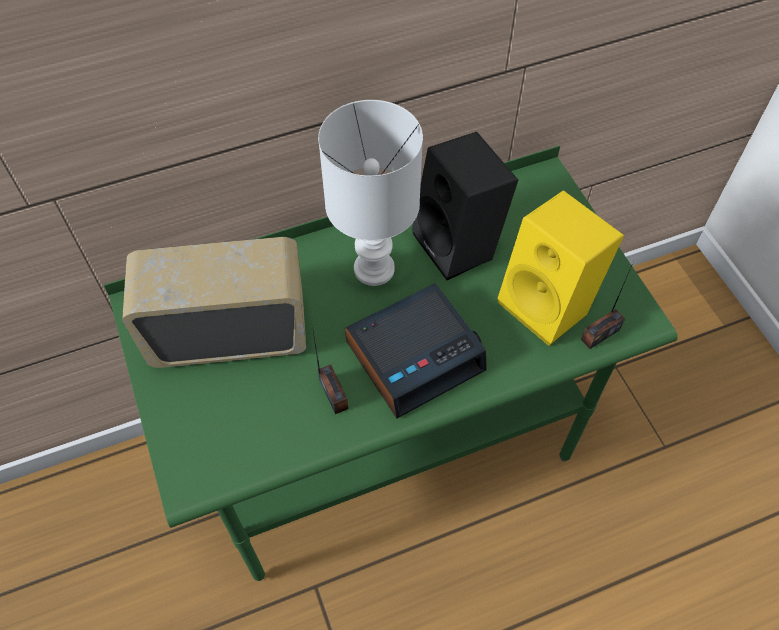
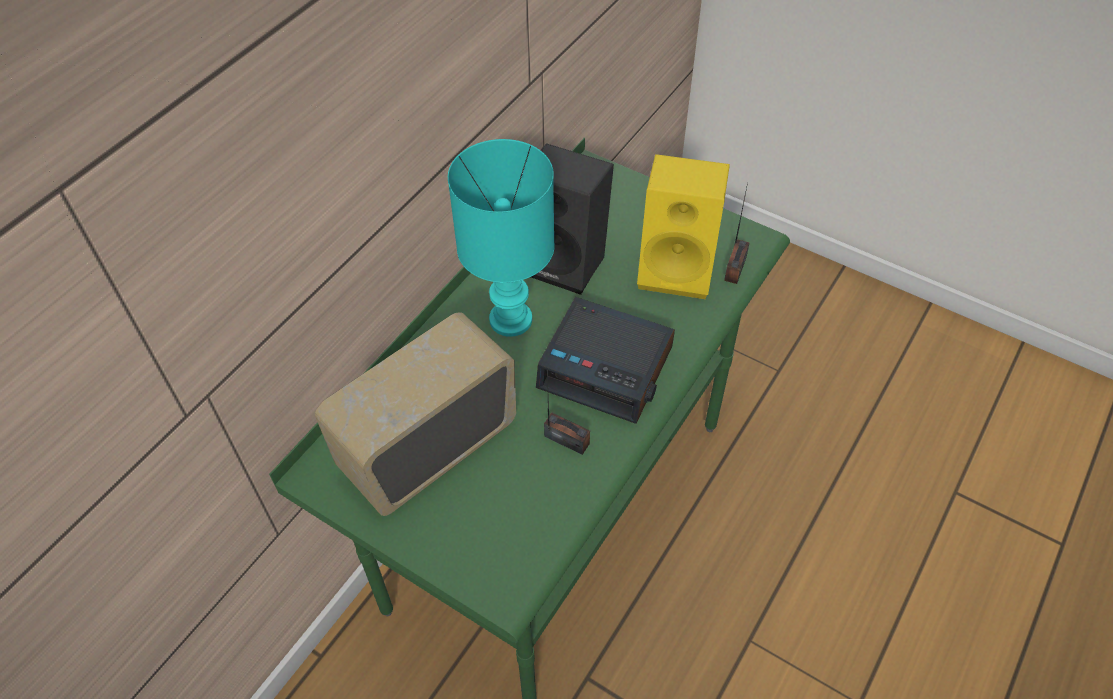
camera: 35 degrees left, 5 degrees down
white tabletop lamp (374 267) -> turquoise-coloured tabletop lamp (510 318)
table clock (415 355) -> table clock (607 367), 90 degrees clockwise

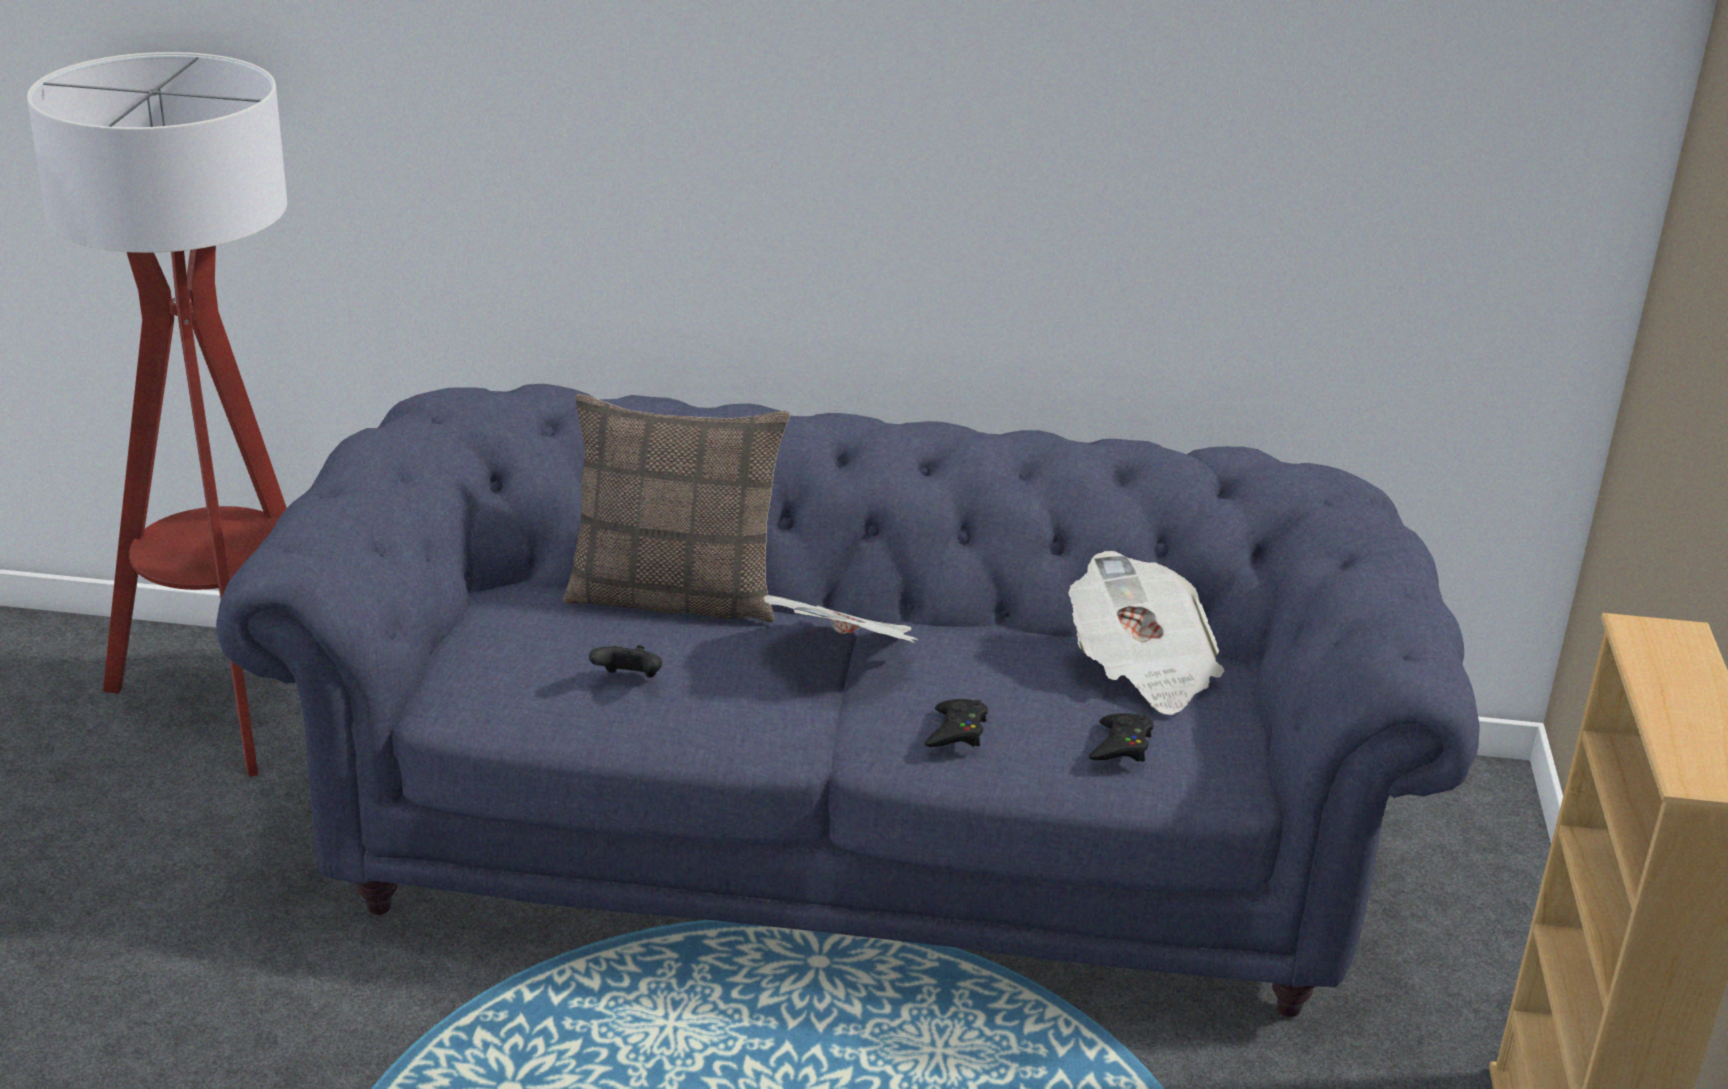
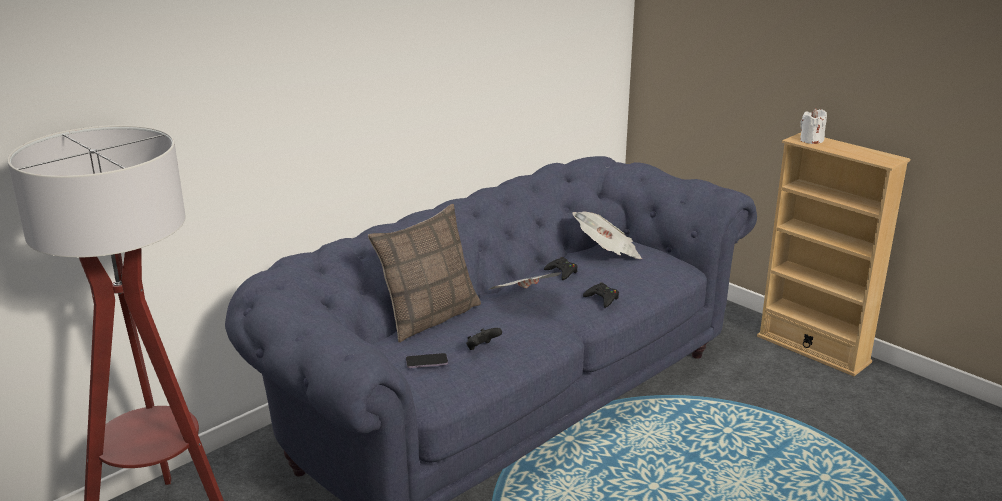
camera: 50 degrees left, 5 degrees down
black-coloured gamepad (1121 745) -> black-coloured gamepad (562 272), moved
none -> white wax candle (811 140)
none -> phone (427 362)

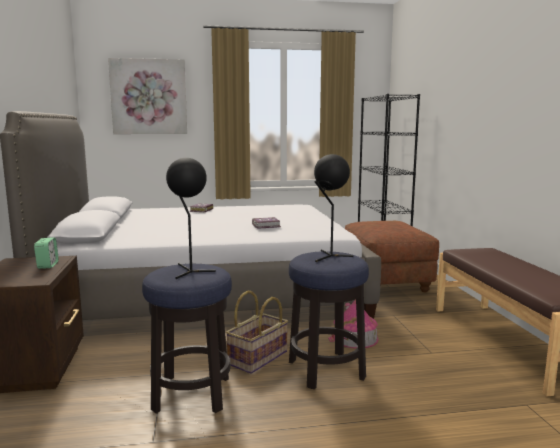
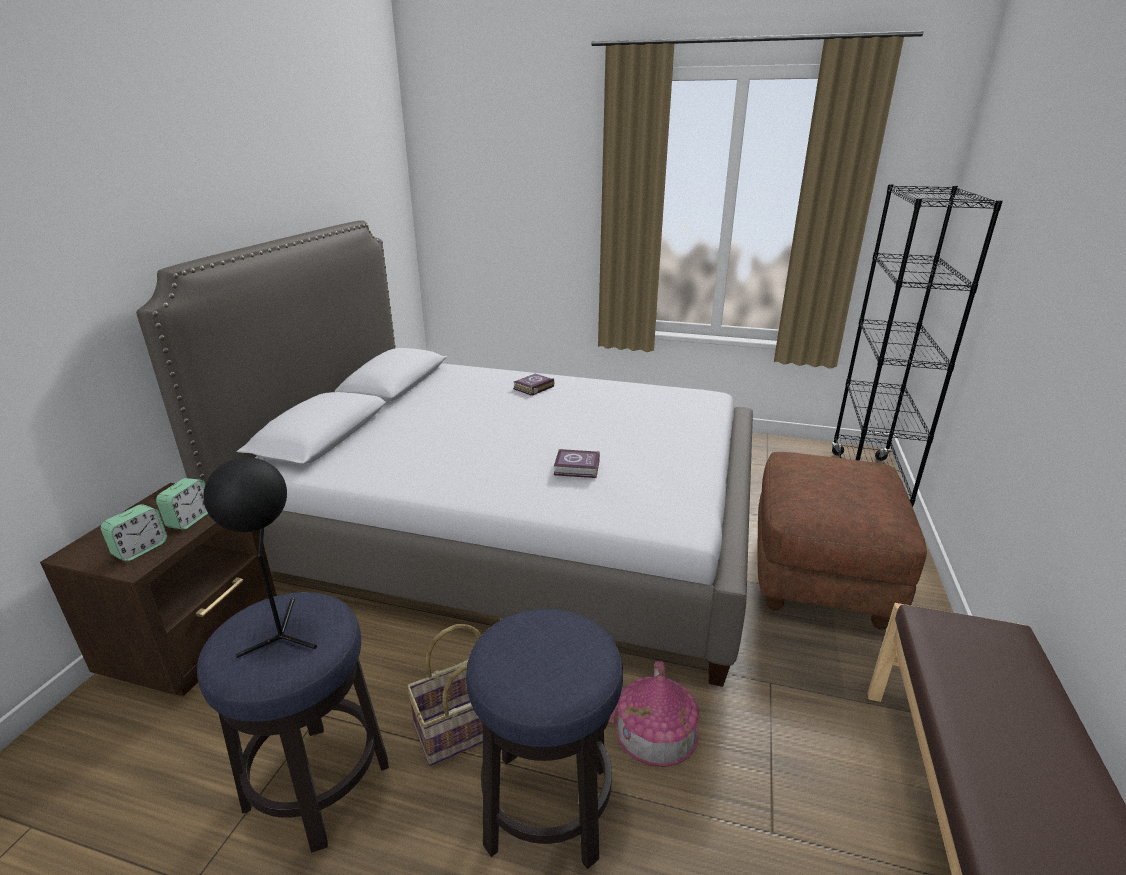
camera: 25 degrees right, 15 degrees up
picture (149 97) -> none
black-coloured tabletop lamp (329 257) -> none
none -> table clock (141 549)

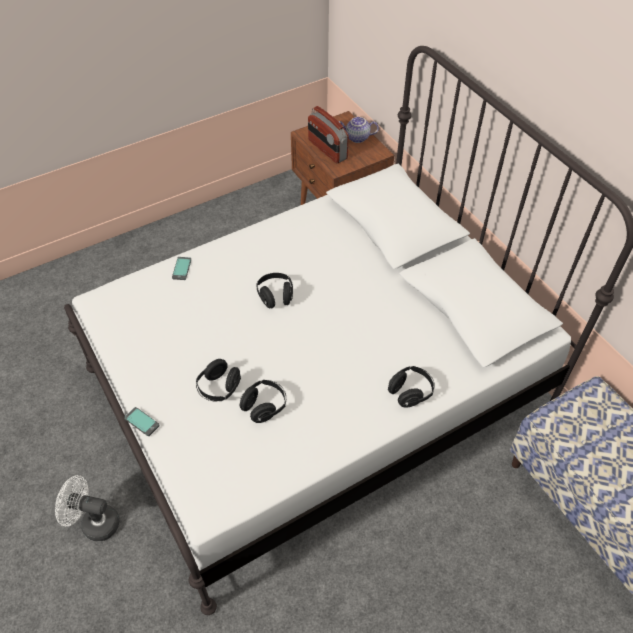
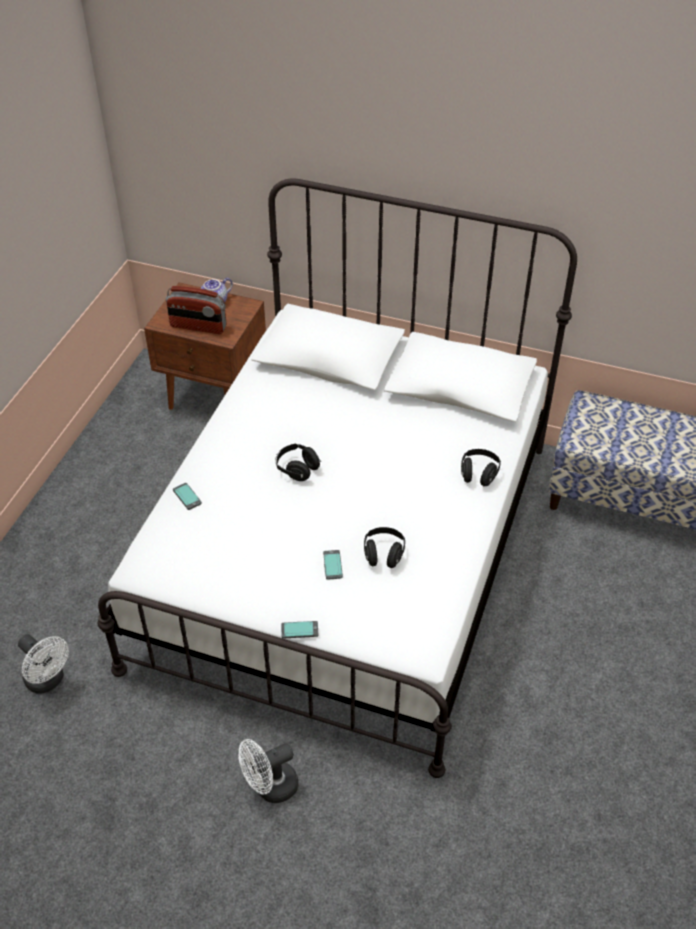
camera: 40 degrees left, 5 degrees down
black-coloured headset (219 388) -> phone (332 565)
none -> white cooling fan (48 681)

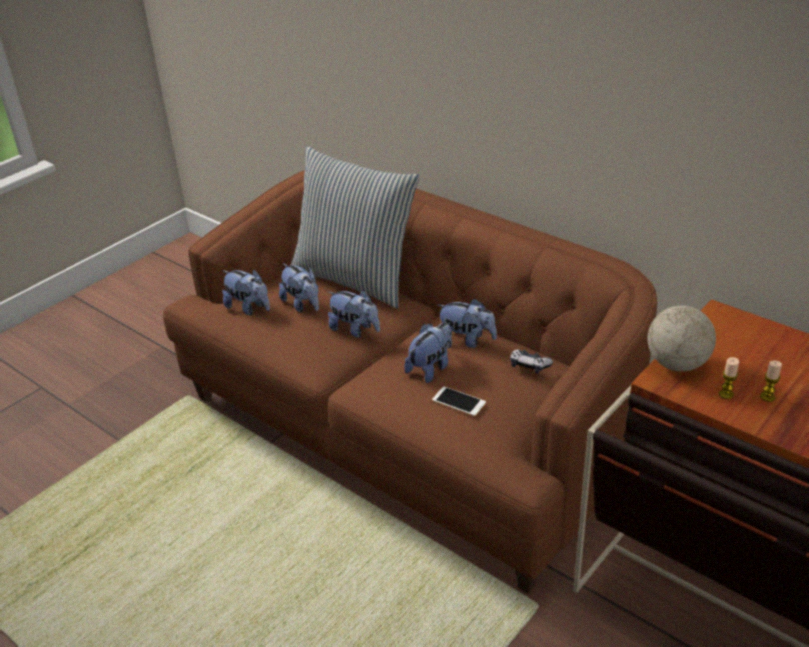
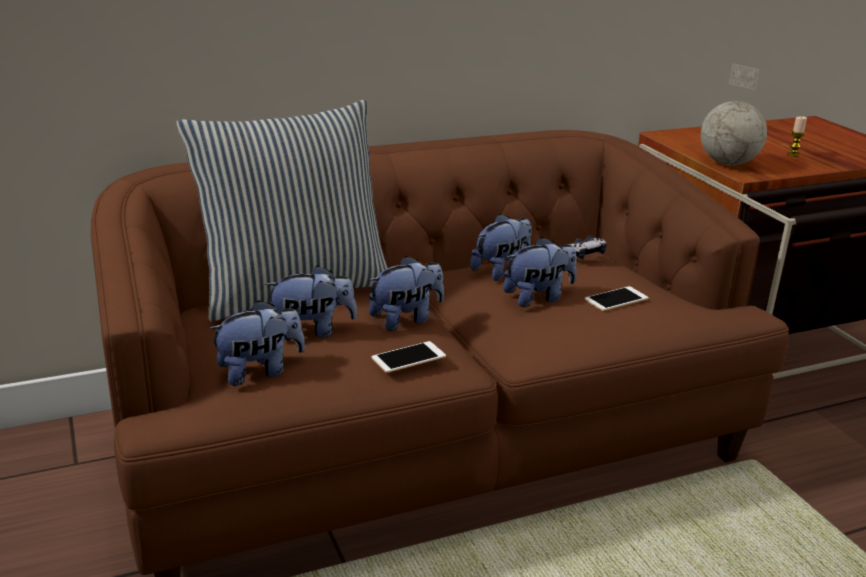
camera: 65 degrees left, 10 degrees down
plush toy (431 368) -> plush toy (538 297), 90 degrees clockwise
wax candle (726 394) -> none
none -> phone (408 357)

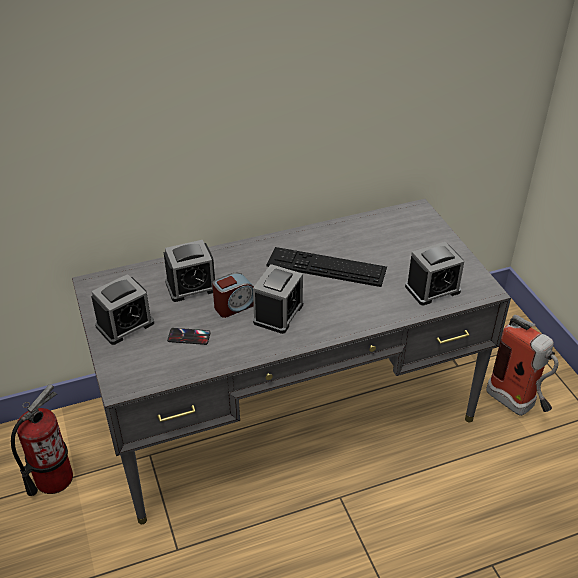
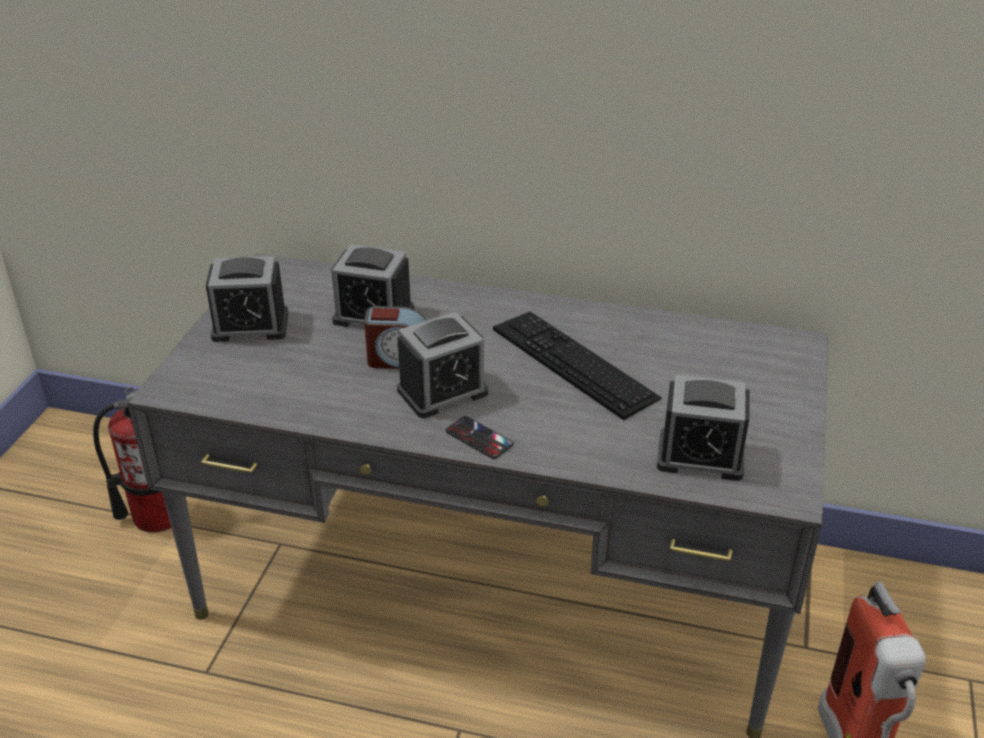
camera: 35 degrees right, 5 degrees down
phone (189 337) -> phone (479 438), moved

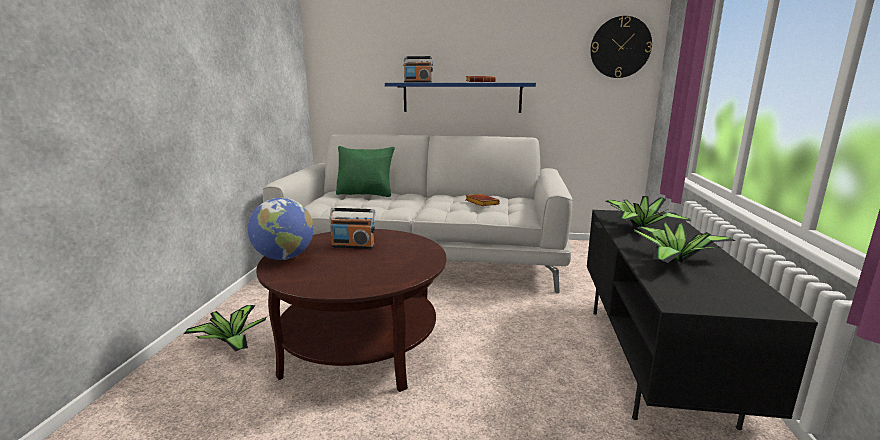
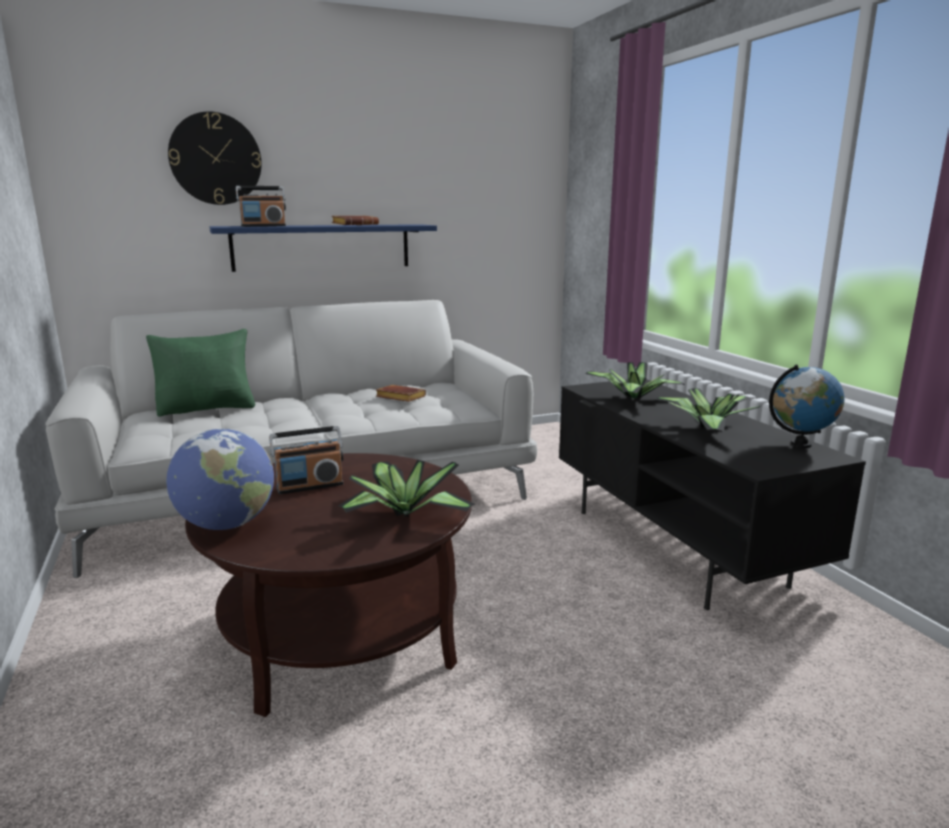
camera: 30 degrees left, 0 degrees up
hanging clock (620 47) -> hanging clock (215 159), moved
potted plant (230 341) -> potted plant (403 515), moved
none -> world globe (801 444)

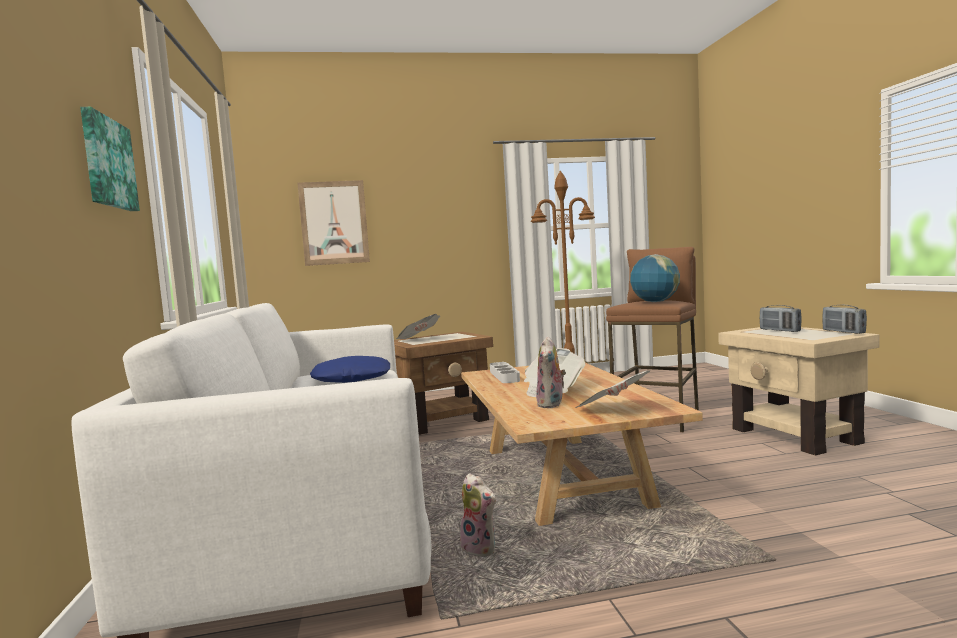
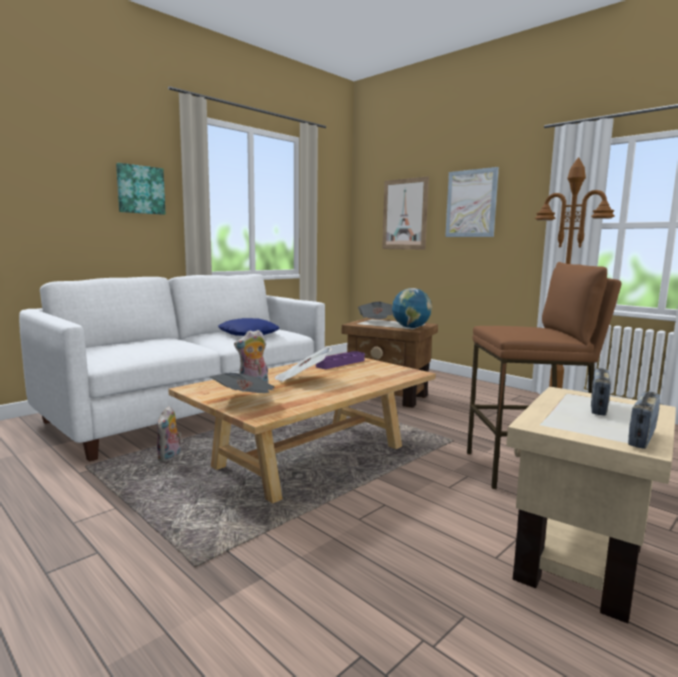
camera: 55 degrees right, 5 degrees up
world globe (655 302) -> world globe (411 327), moved
gray carrying tray (504 376) -> purplish carrying tray (340 363)
none -> picture (471 203)

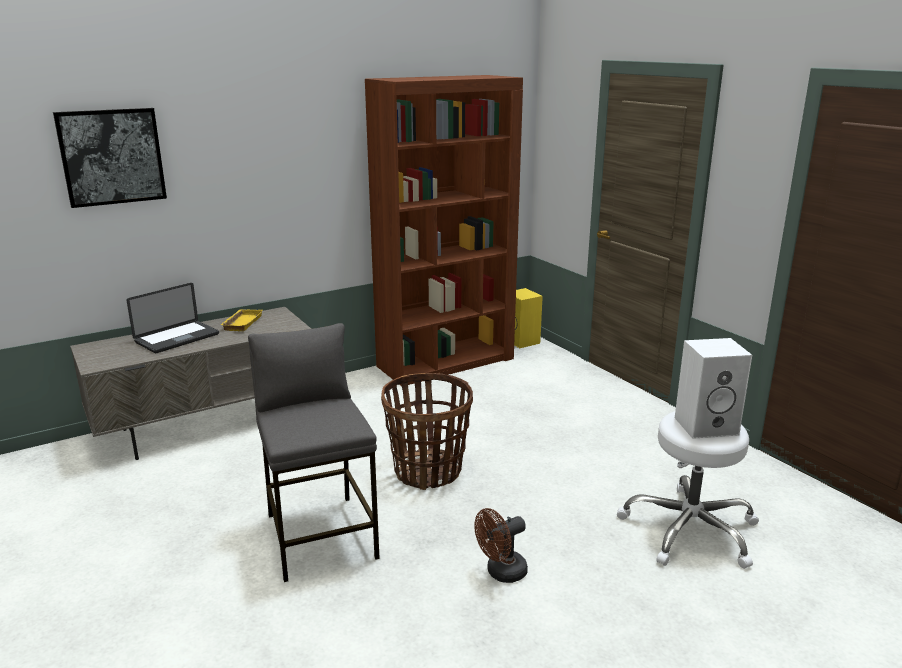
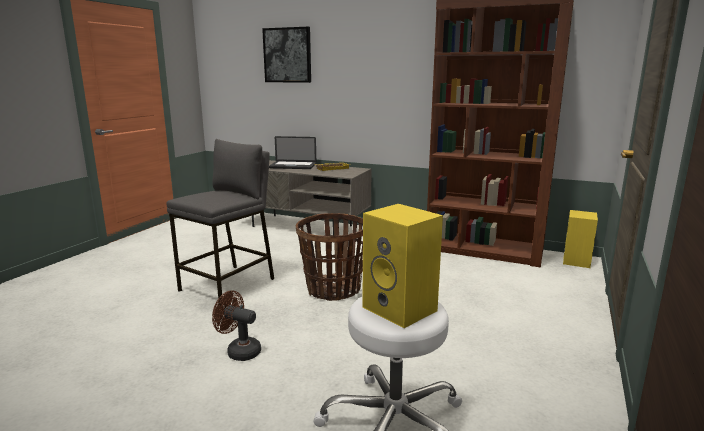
camera: 55 degrees right, 5 degrees down
white audio speaker (707 425) -> yellowish audio speaker (401 309)

